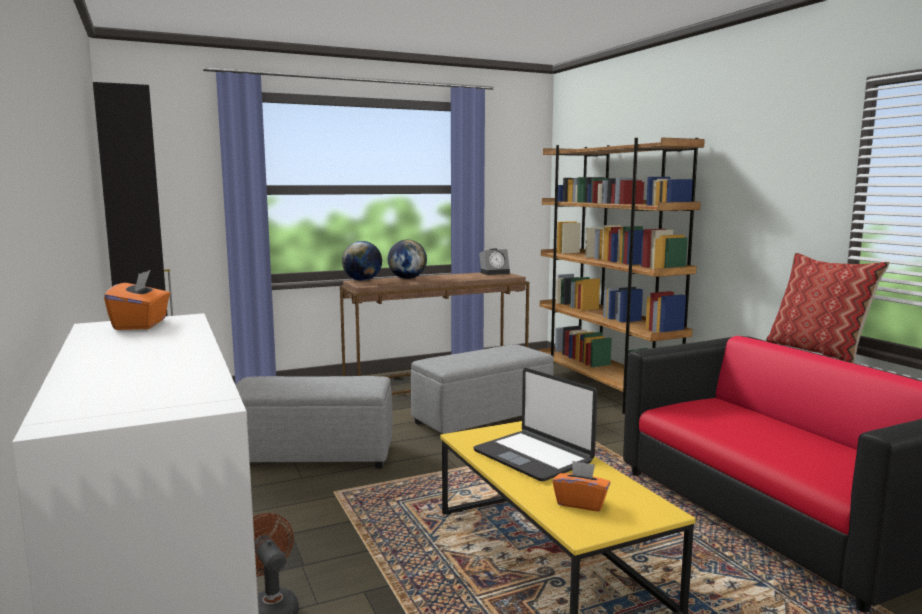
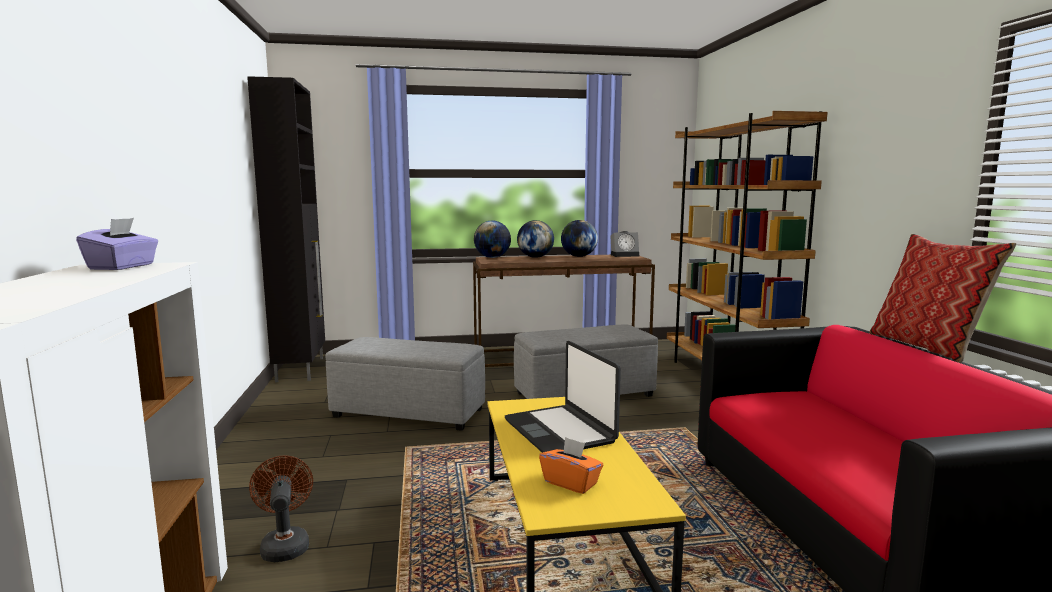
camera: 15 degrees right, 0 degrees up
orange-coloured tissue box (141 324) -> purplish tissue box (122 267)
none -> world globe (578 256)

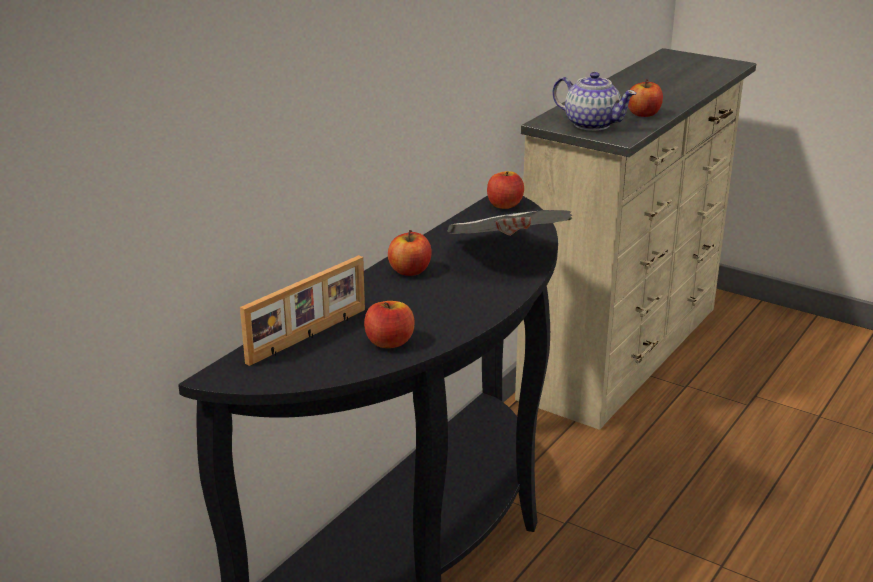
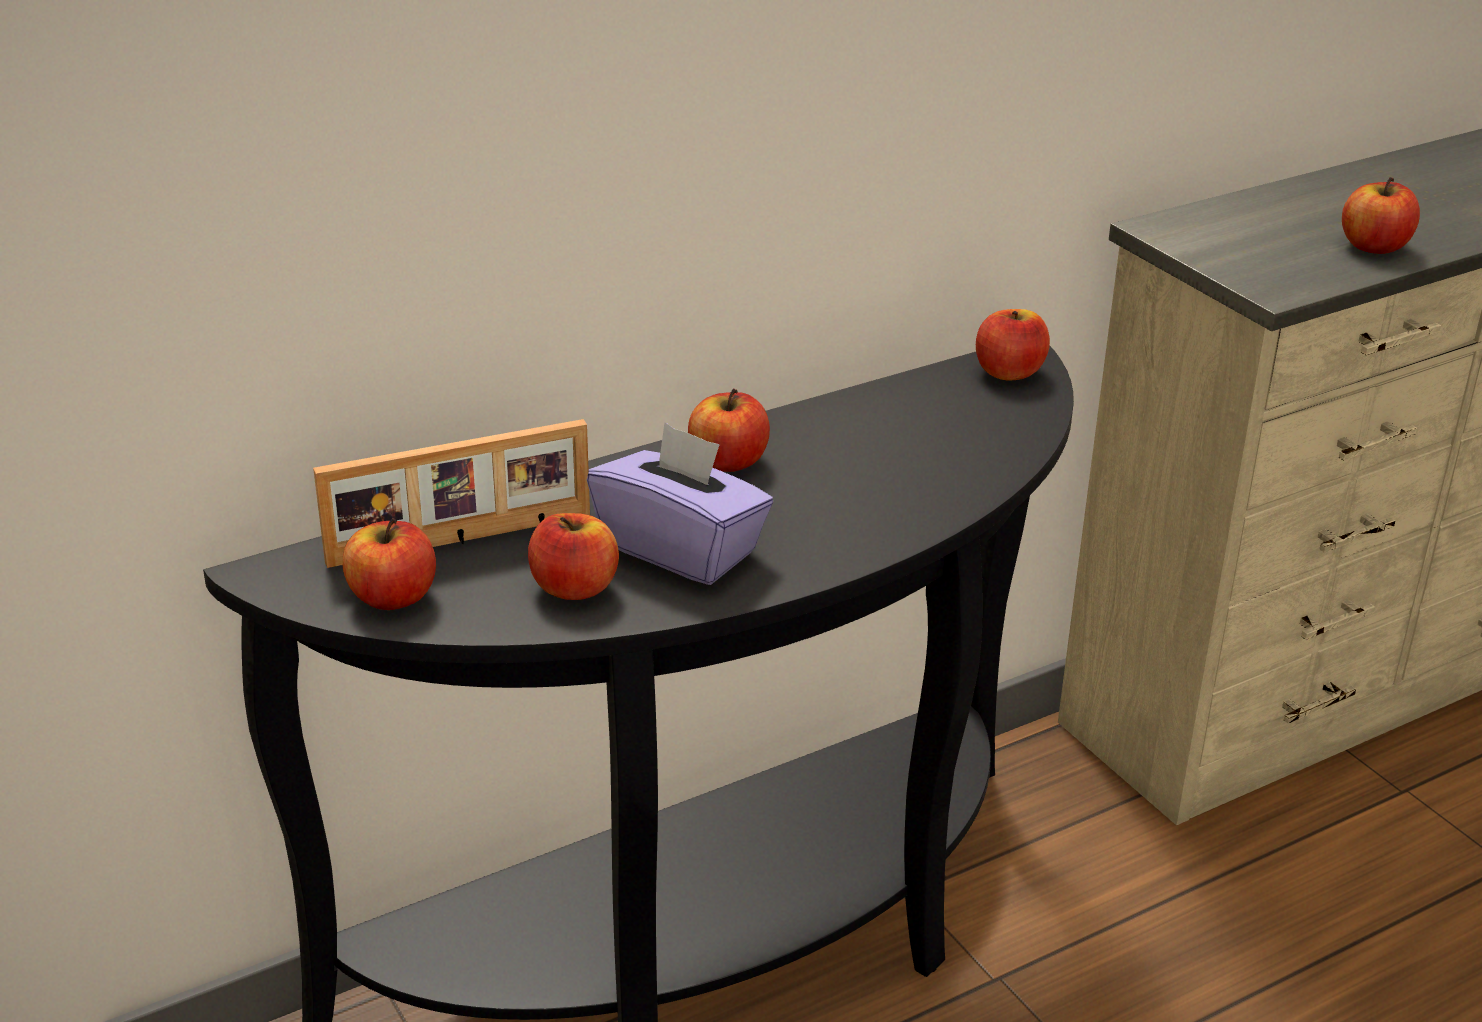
camera: 25 degrees right, 5 degrees up
teapot (591 124) -> none
newspaper (507 255) -> none
none -> purplish tissue box (681 548)
none -> apple (392 597)

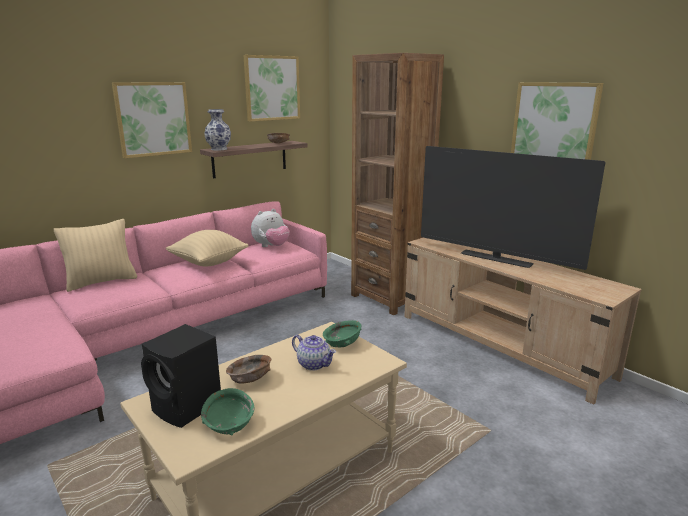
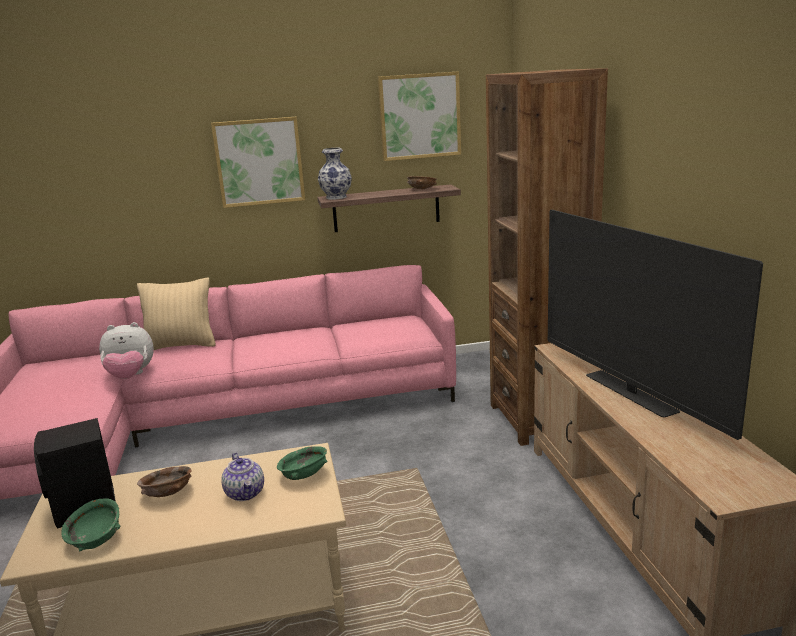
camera: 30 degrees right, 0 degrees up
picture (554 126) -> none
plush toy (271 246) -> plush toy (130 376), moved
beige-coloured pillow (209 262) -> none

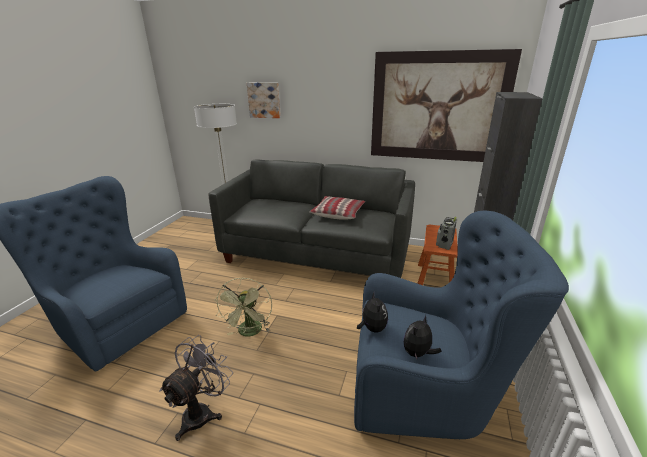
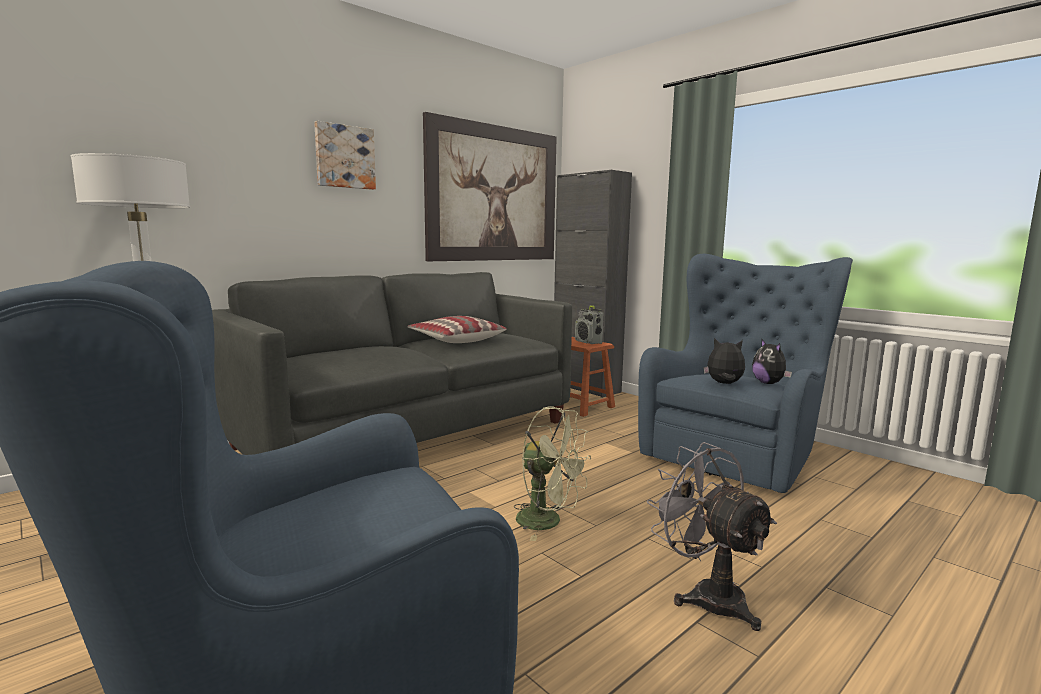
camera: 60 degrees left, 15 degrees down
picture (264 100) -> picture (344 157), moved

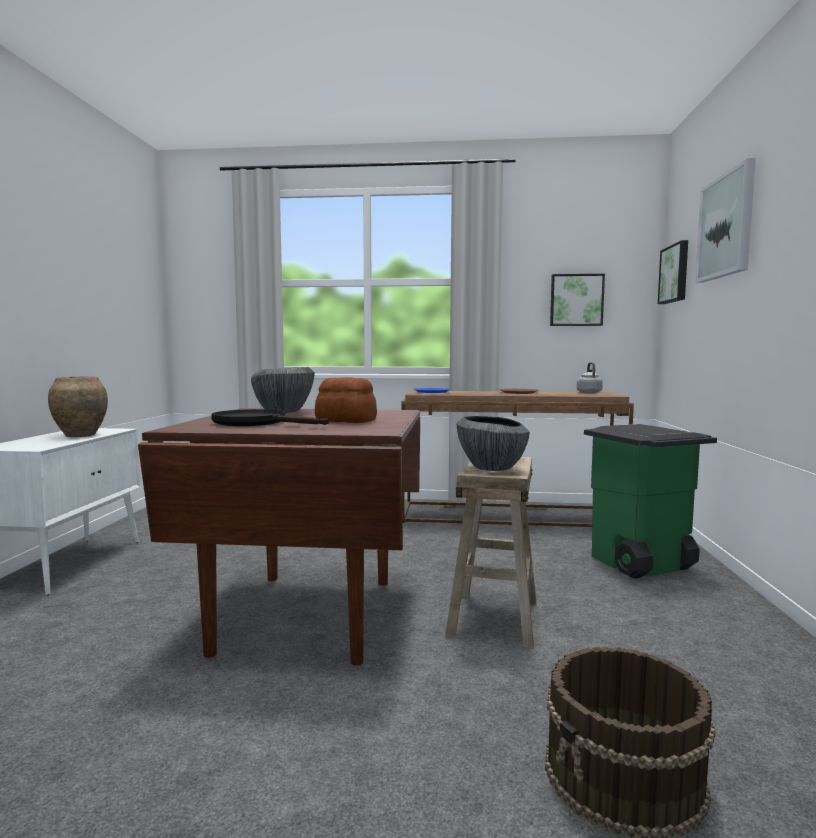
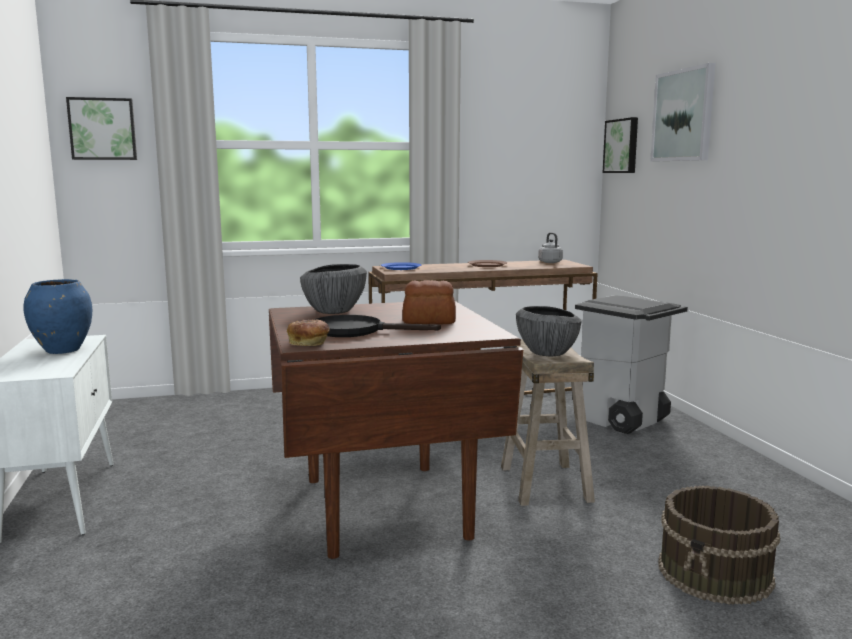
camera: 20 degrees left, 5 degrees up
picture (576 300) -> picture (103 129), moved
brown-coloured vase (80 435) -> bluish vase (62 350)
green waste bin (640 564) -> gray waste bin (624 421)
none -> bakery bread (309 343)

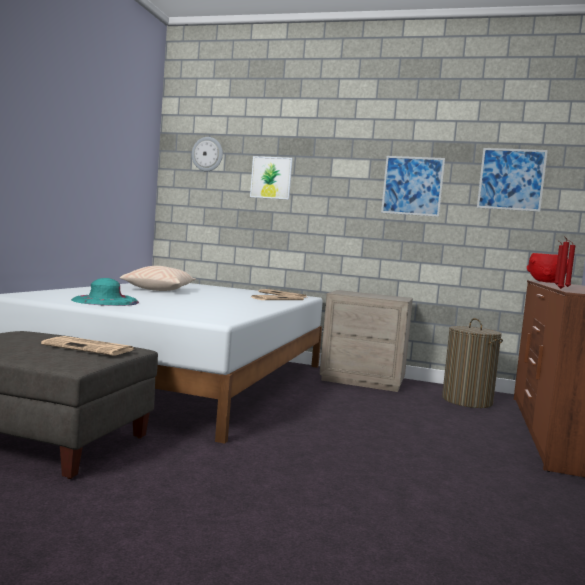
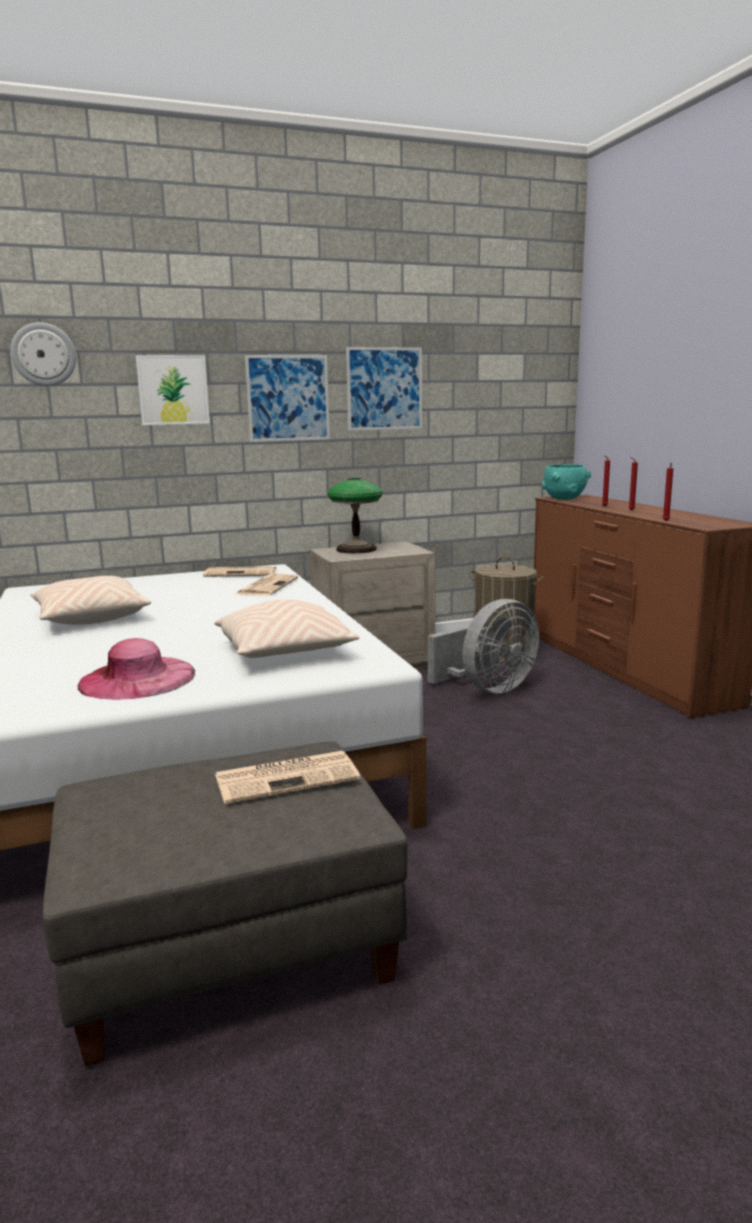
camera: 35 degrees left, 10 degrees up
picture (511 179) -> picture (288 398), moved
red-coloured deep dish (546 282) -> turquoise-coloured deep dish (564 499)
turquoise-coloured hat (105 301) -> pink-coloured hat (137 678)
none -> tabletop lamp (356 549)
none -> beige-coloured pillow (286 652)
none -> gray cooling fan (488 689)

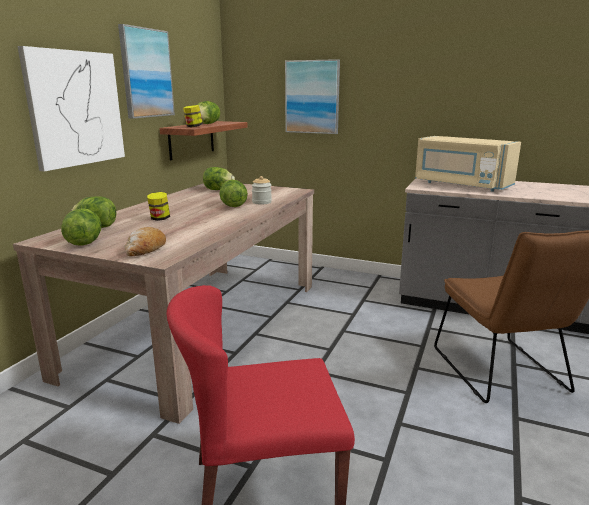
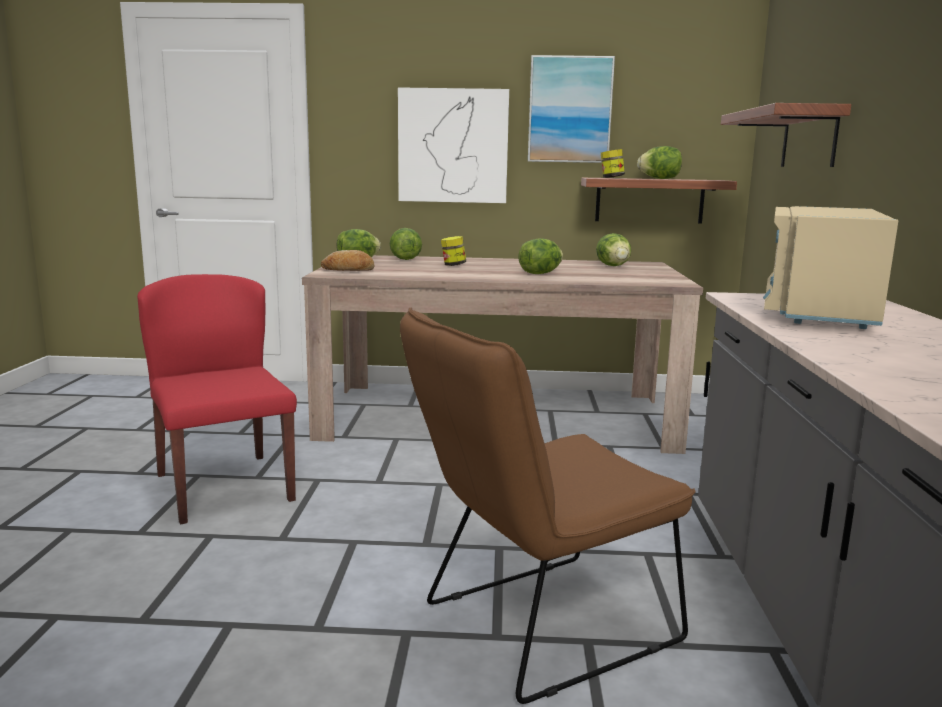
camera: 70 degrees right, 5 degrees down
picture (312 97) -> shelf (809 139)
storage jar (261 202) -> none

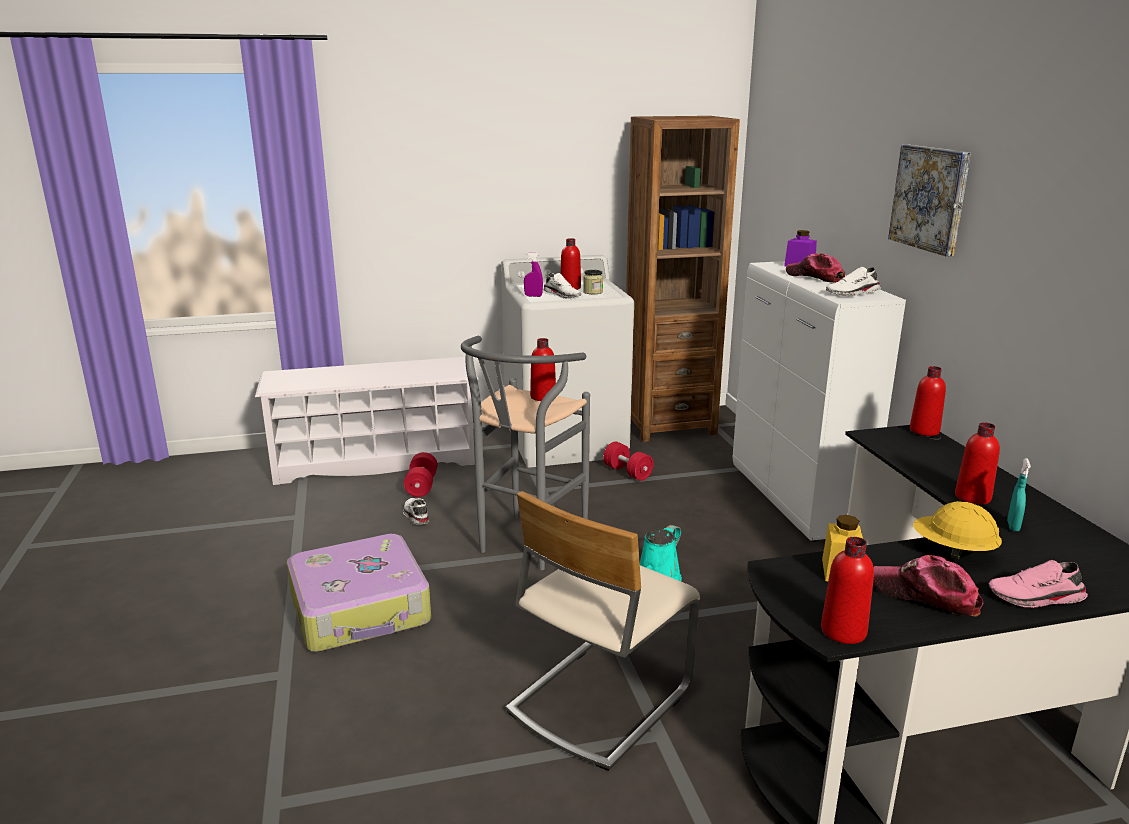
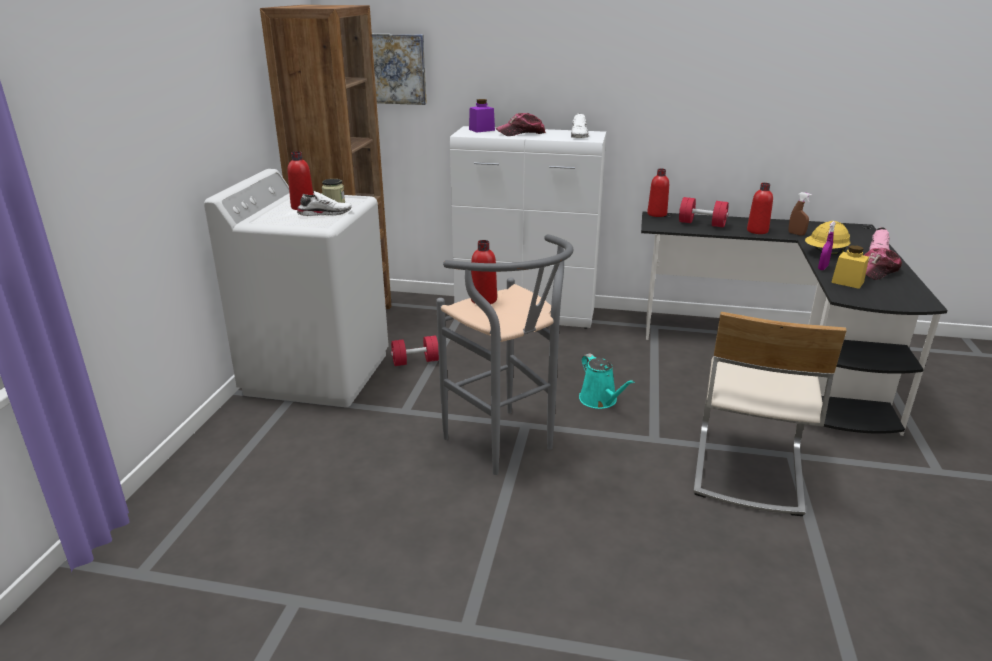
camera: 65 degrees left, 5 degrees up
picture (930 198) -> picture (393 69), moved
purplish spray bottle (533 296) -> purplish spray bottle (822 268), moved
white shoe shelf (376 461) -> none
red-coloured dumbbell (421 486) -> red-coloured dumbbell (702 224), moved
turquoise-coloured spray bottle (1013 526) -> brown-coloured spray bottle (796 234)
beige-coloured upright chair (598 699) -> beige-coloured upright chair (746 469), 45 degrees clockwise
white low shoe (415 516) -> none
suitcase (361 609) -> none
red-coloured bottle (843 631) -> none

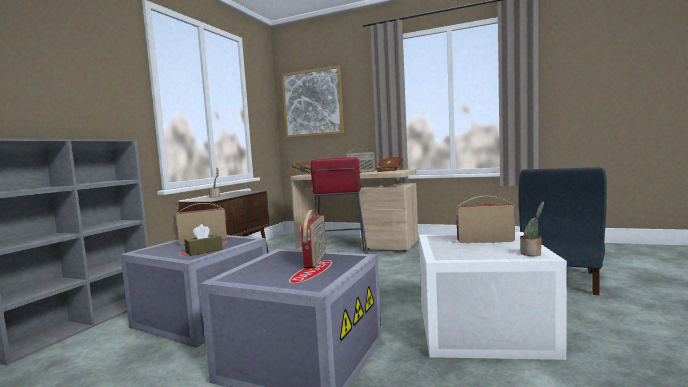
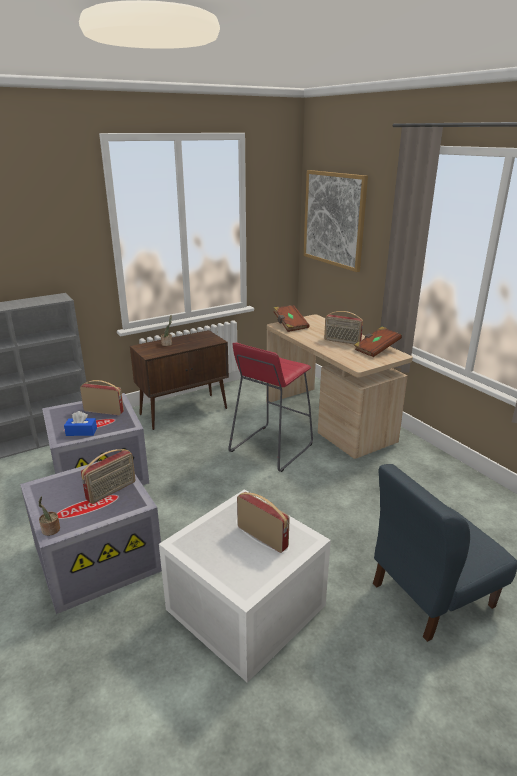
camera: 35 degrees right, 20 degrees up
potted plant (532 254) -> potted plant (50 530), moved
brown-coloured tissue box (204 251) -> bluish tissue box (81 432)

